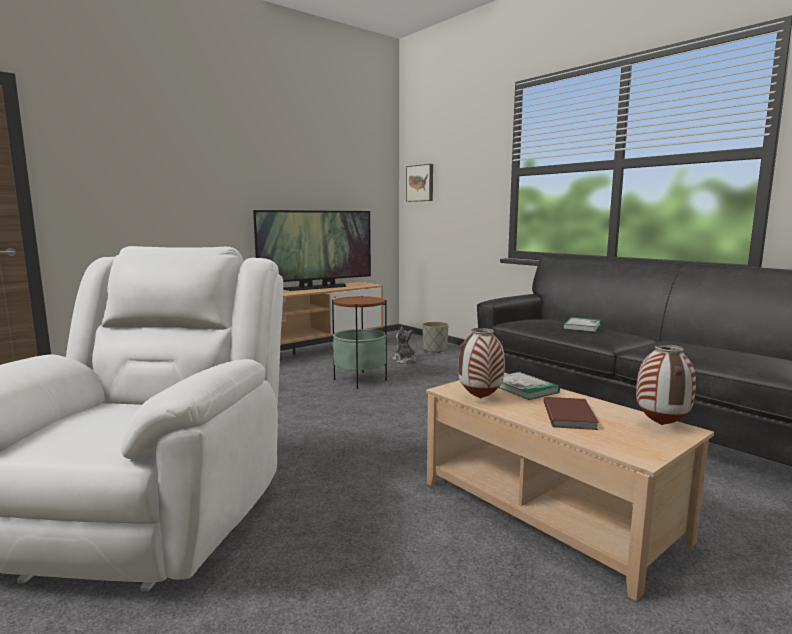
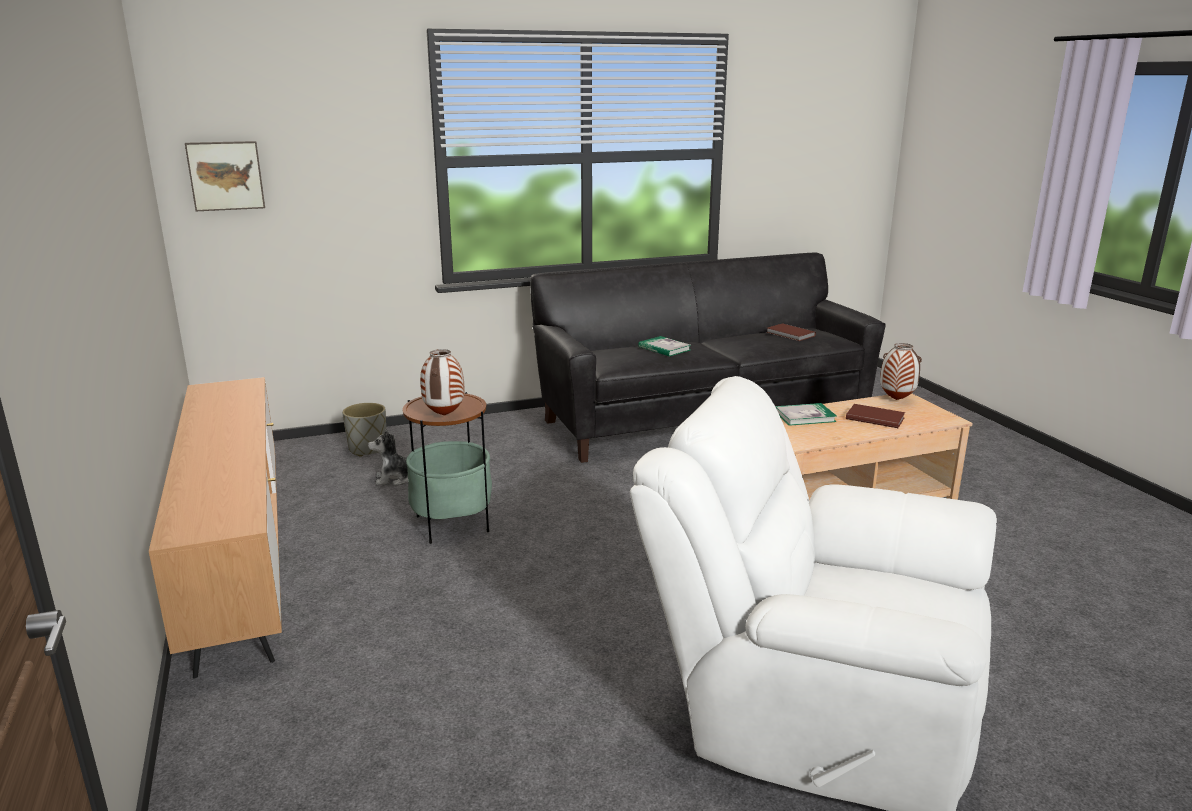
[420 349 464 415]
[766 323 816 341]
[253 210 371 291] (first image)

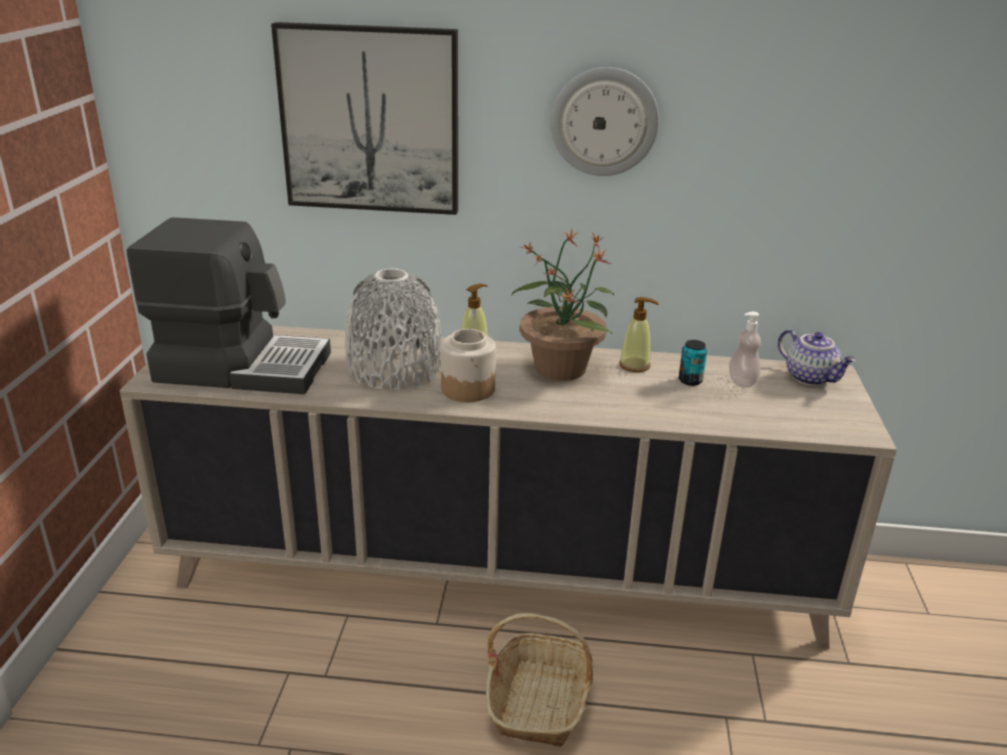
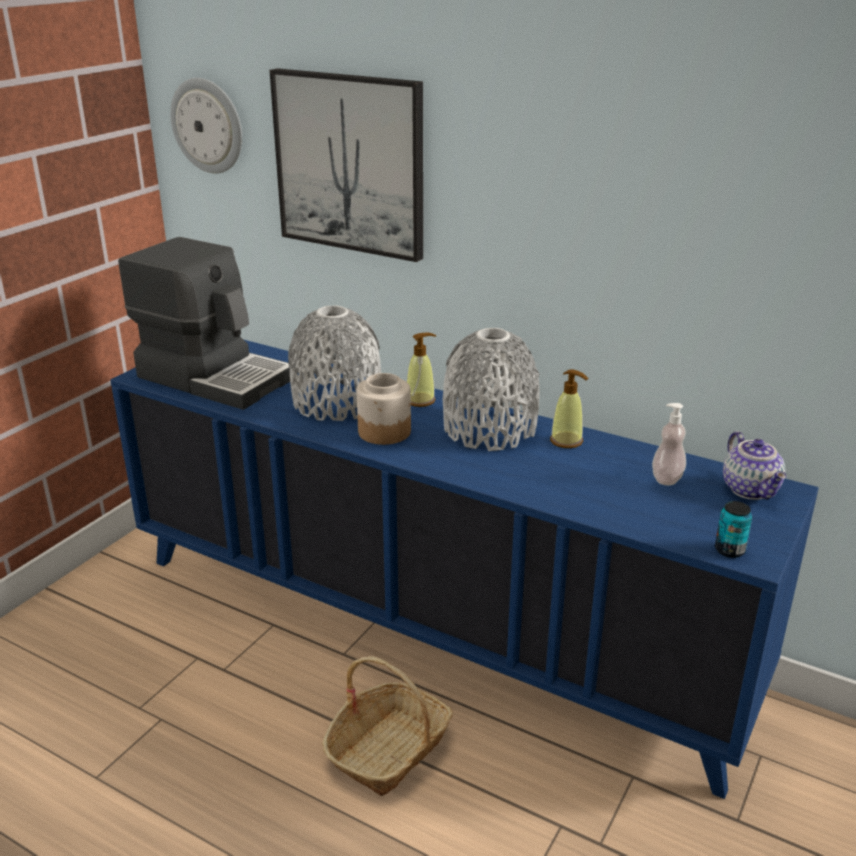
[110 339 819 799]
[170 78 242 173]
[443 328 540 451]
[715 501 752 558]

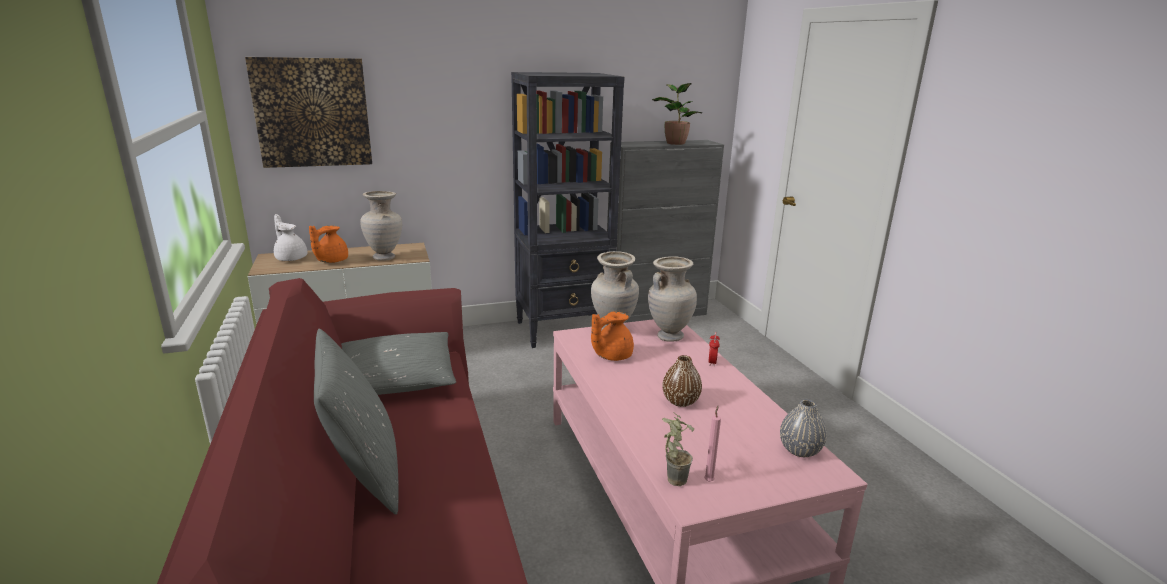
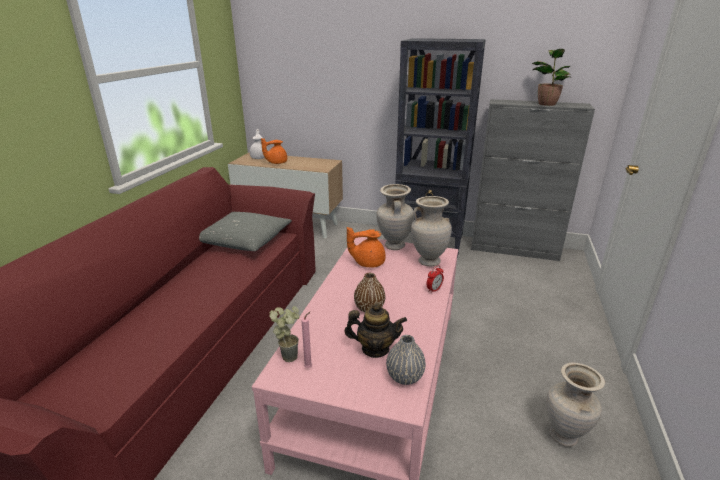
[344 303 407 358]
[546 363 605 447]
[245 57 372 168] (first image)
[314 329 399 515] (first image)

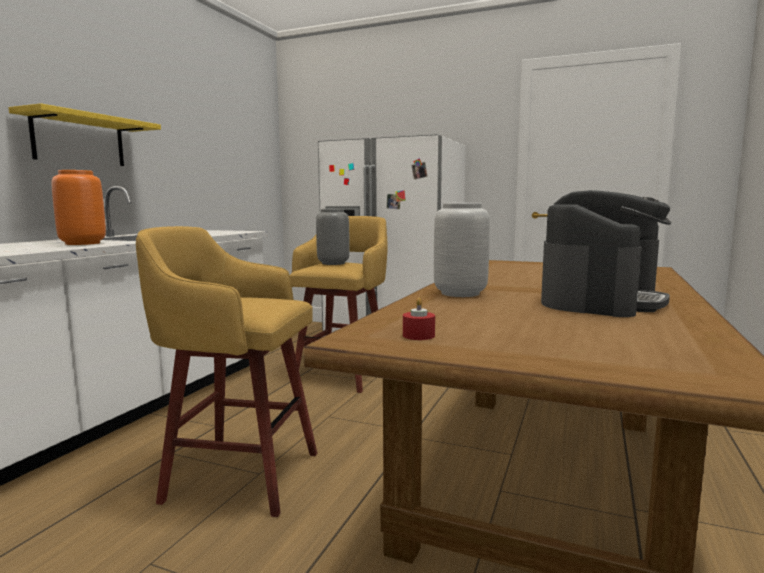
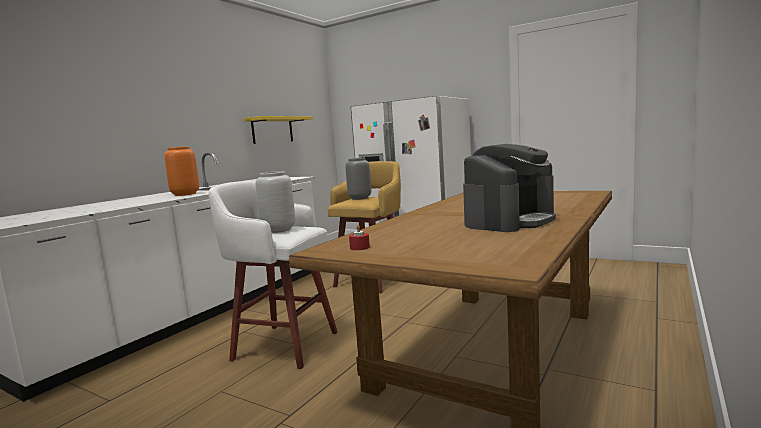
[209 181 338 369]
[243 116 313 144]
[256 171 295 233]

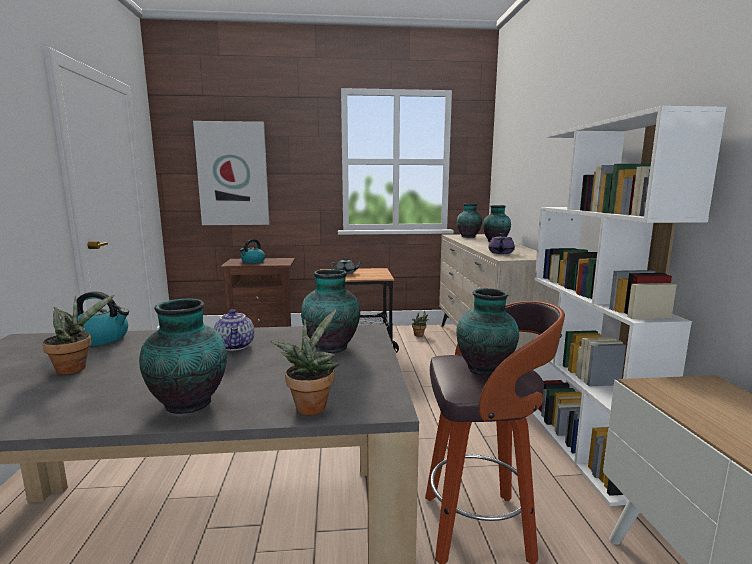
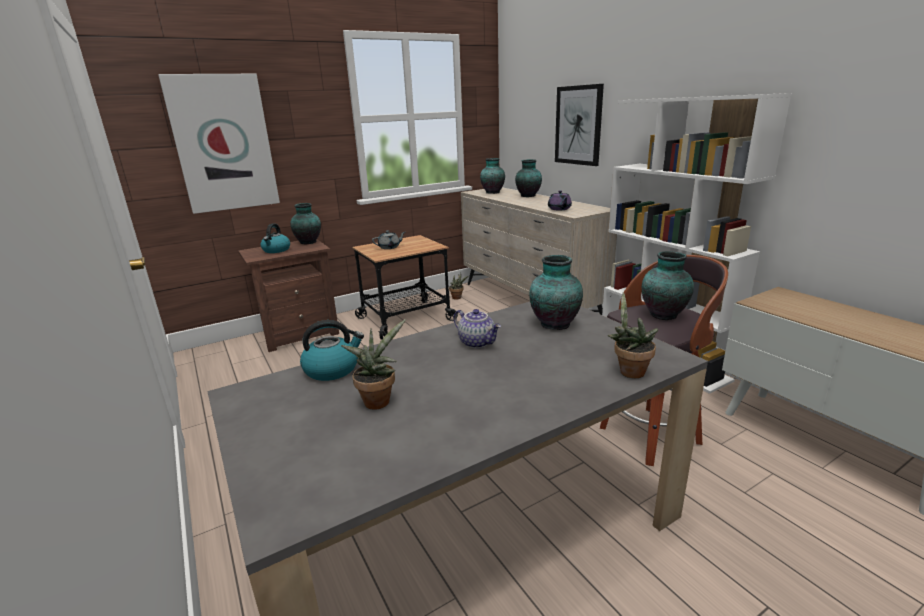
[290 203 321 244]
[555 84 604 166]

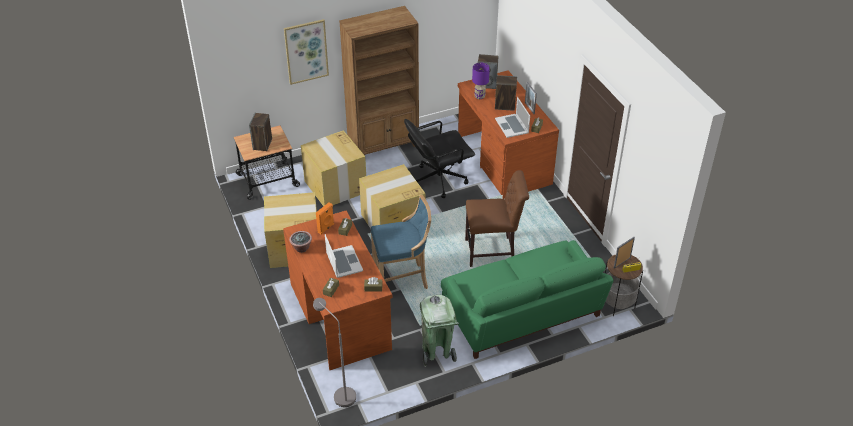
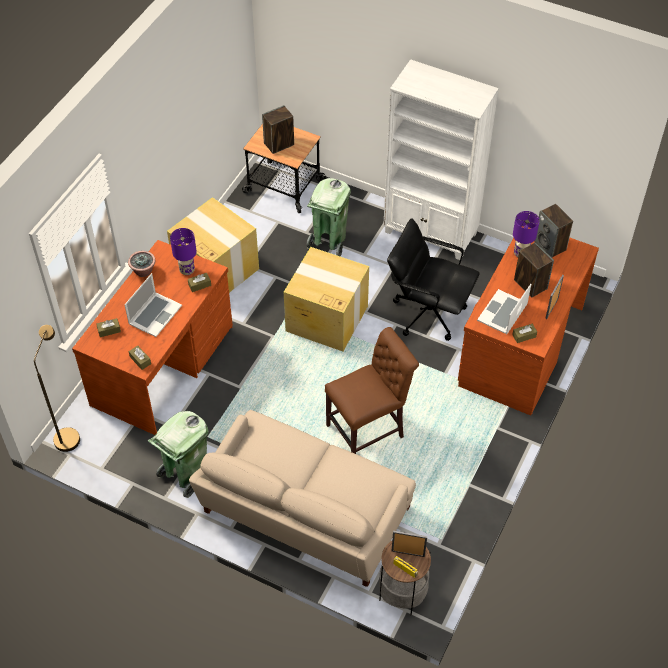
[34 325 80 452]
[170 228 197 275]
[189 410 416 587]
[306 178 351 256]
[325 327 419 454]
[383 59 499 260]
[284 19 329 85] (first image)
[371 195 431 289] (first image)

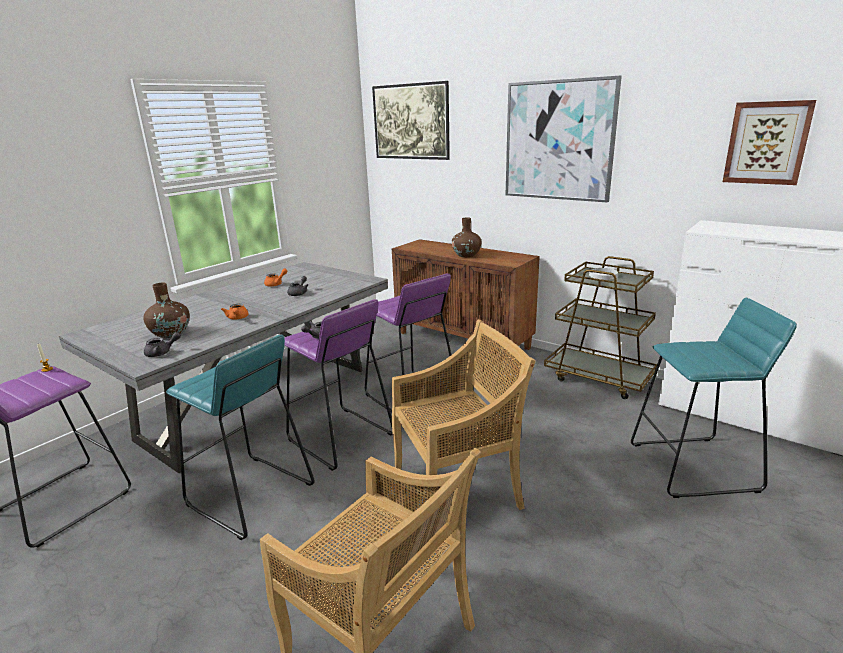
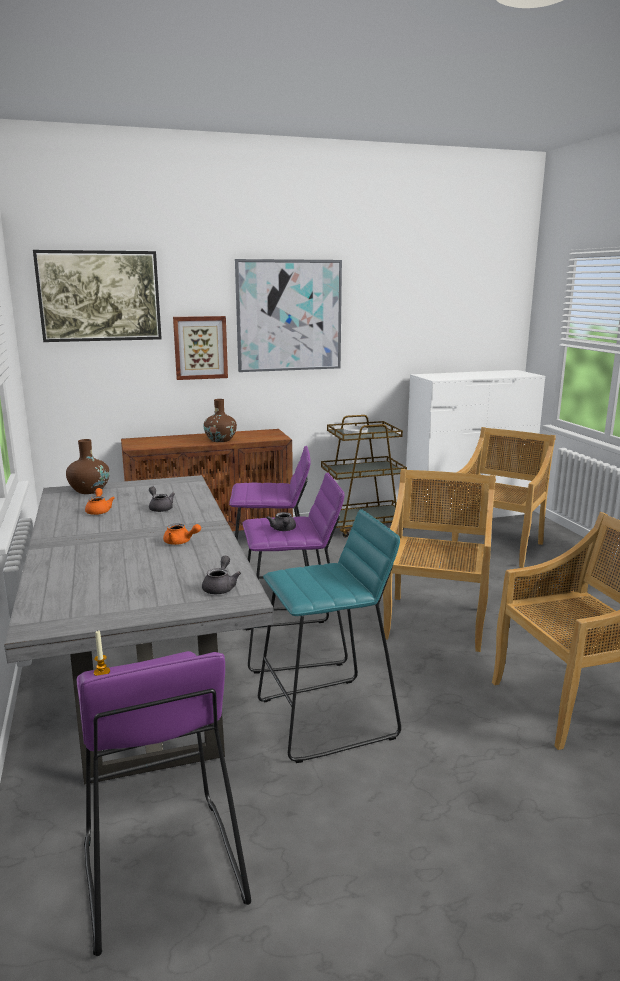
[66 439 110 494]
[173 316 228 380]
[452 427 556 568]

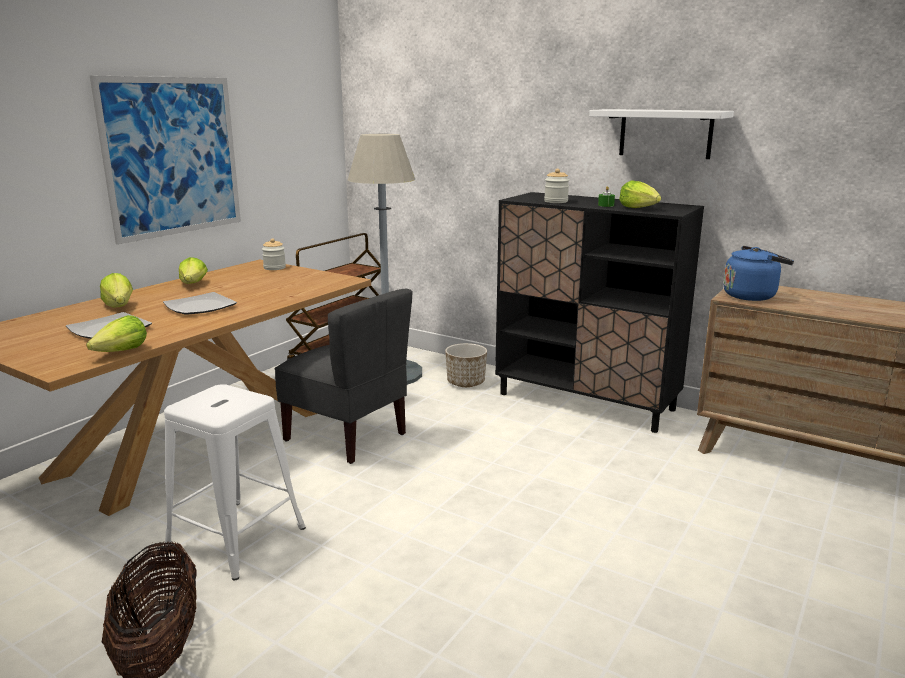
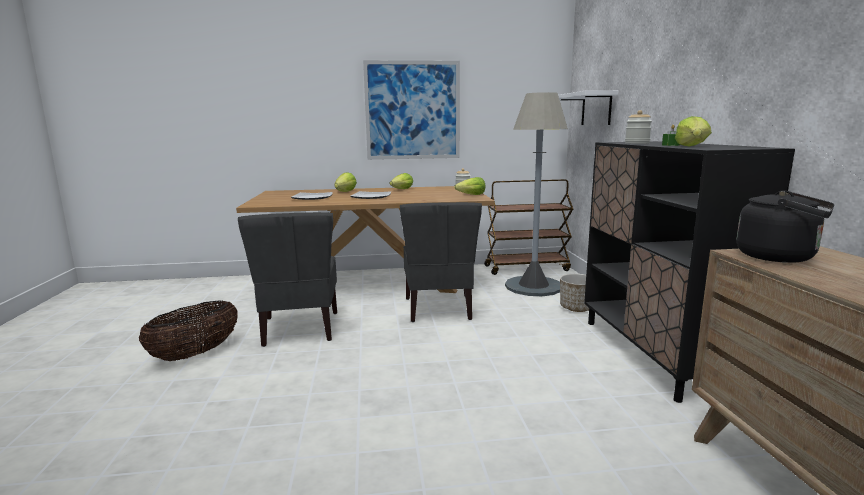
[238 212 337 347]
[454 177 485 195]
[558 90 619 125]
[736 190 834 263]

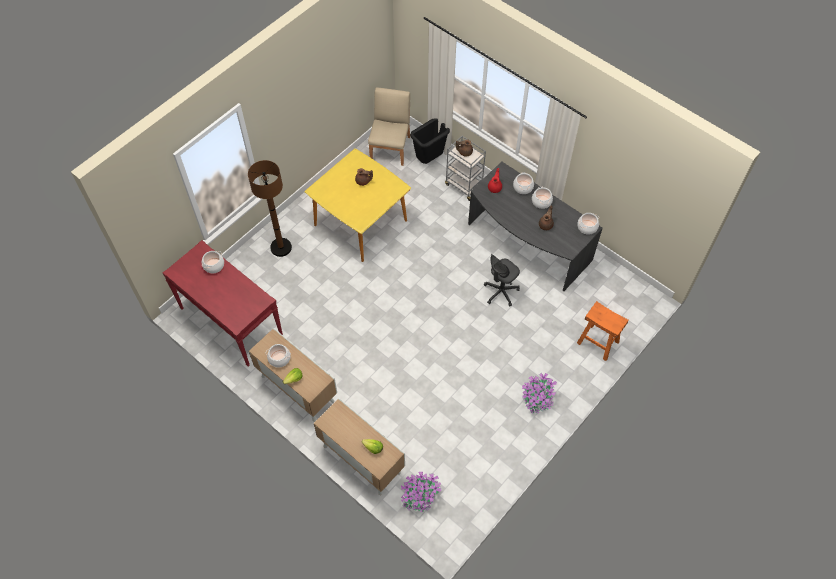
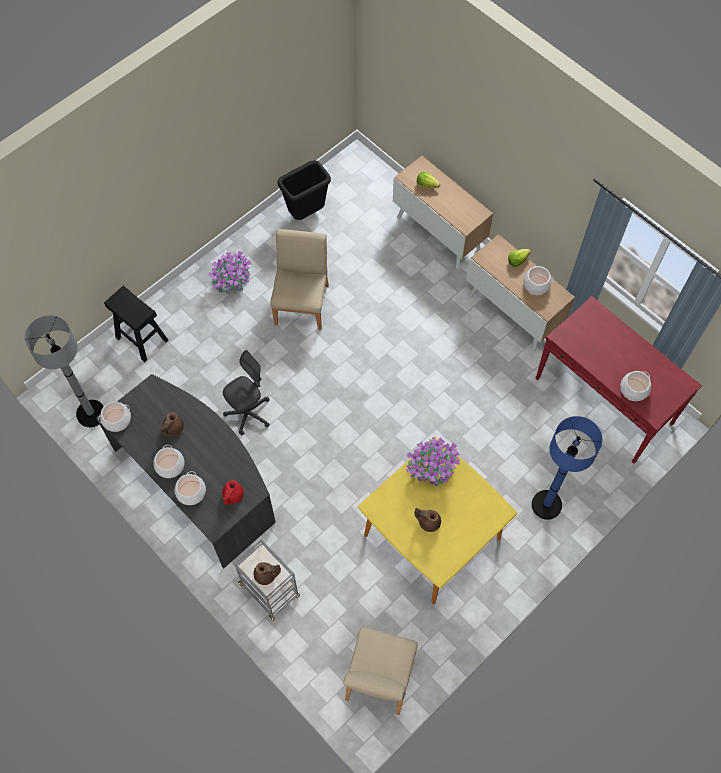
[25 315 104 427]
[104 285 169 362]
[270 229 329 331]
[278 160 331 220]
[406 437 460 486]
[532 416 602 520]

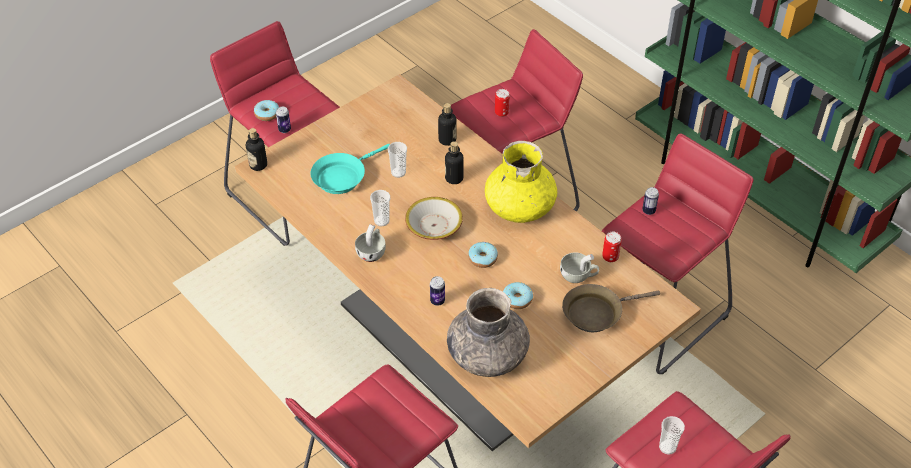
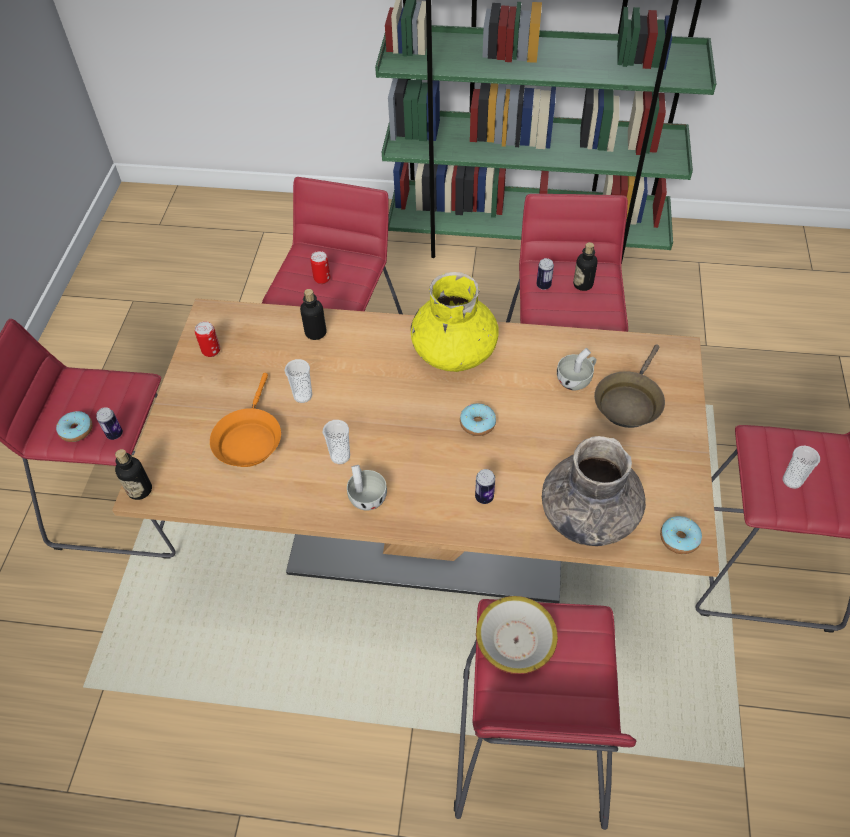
[195 321 220 357]
[210 373 281 467]
[476 596 558 674]
[573 242 598 291]
[660 516 702 554]

